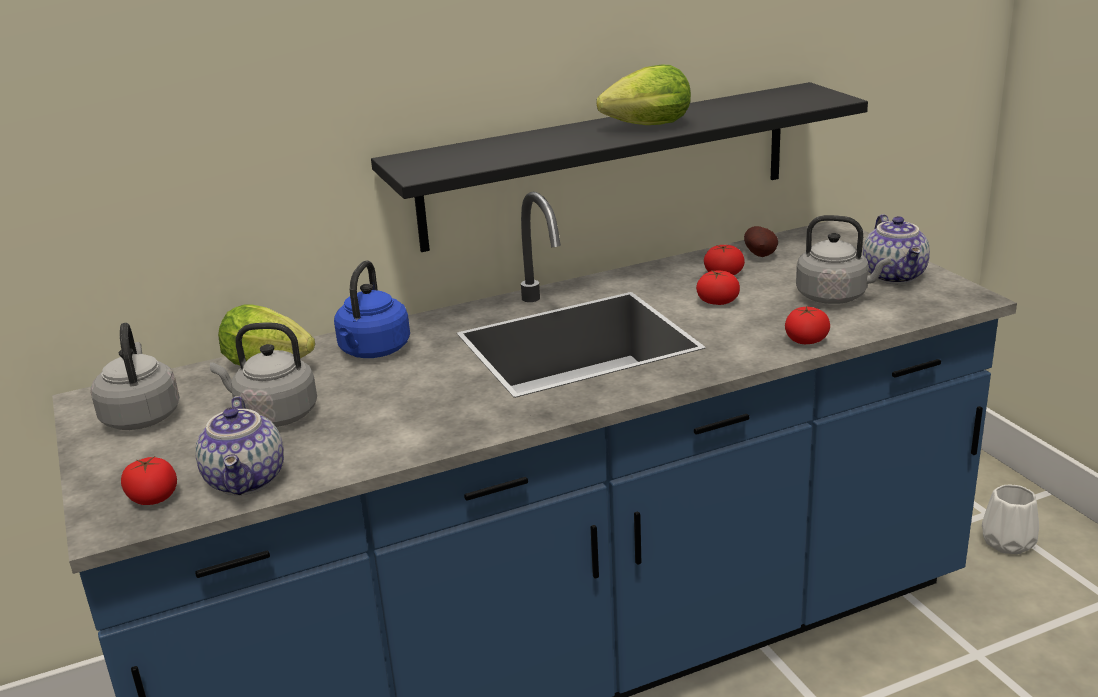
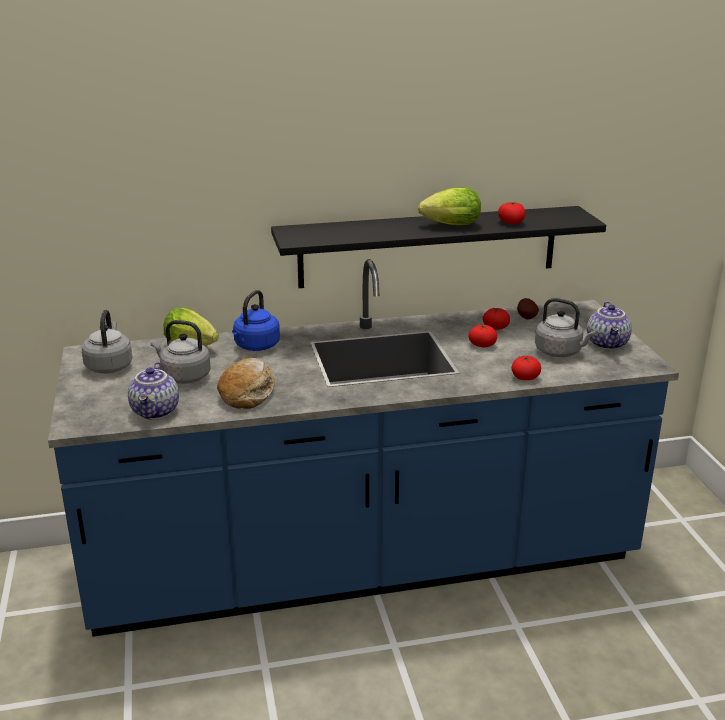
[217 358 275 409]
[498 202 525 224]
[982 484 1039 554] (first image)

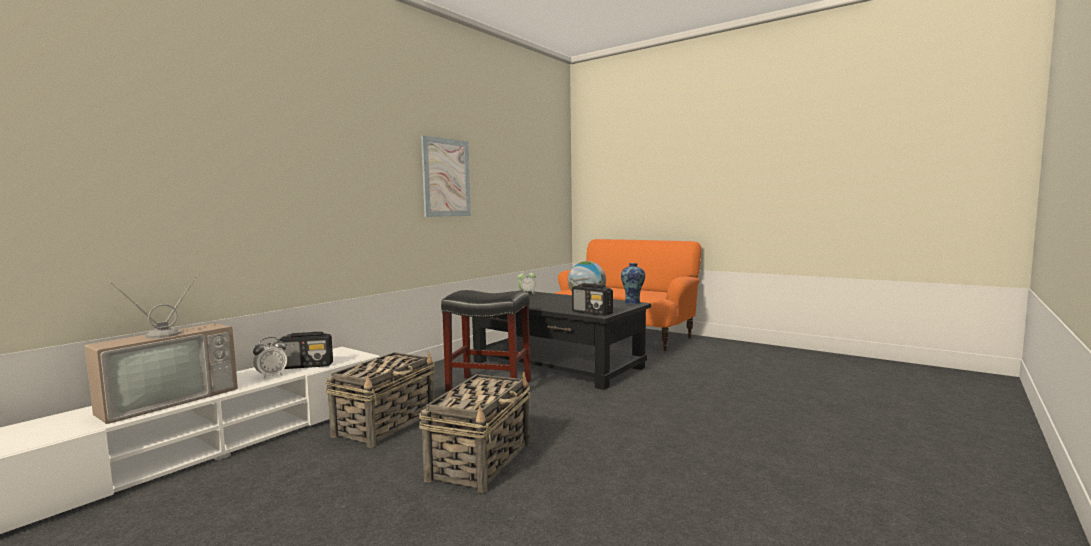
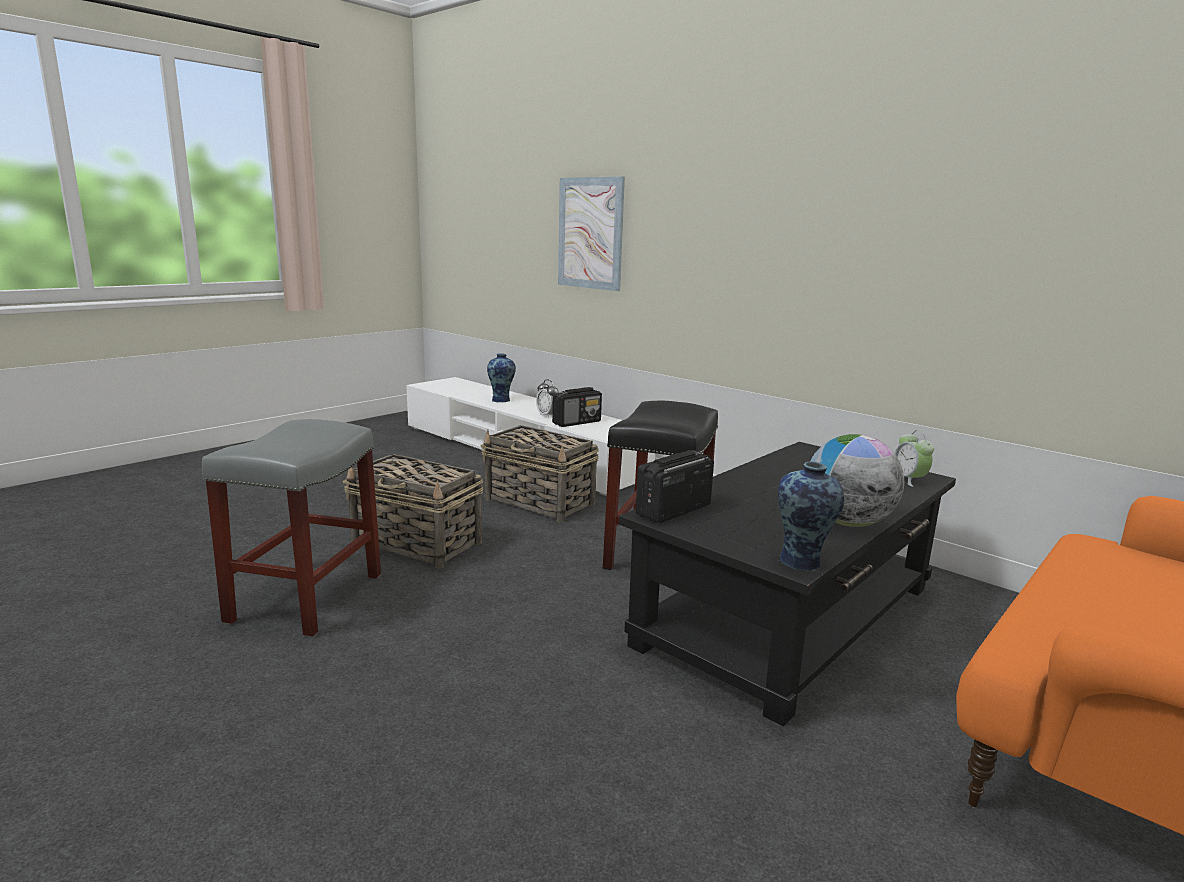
[202 419 381 638]
[487 353 516 402]
[552 387 602 427]
[558 177 625 291]

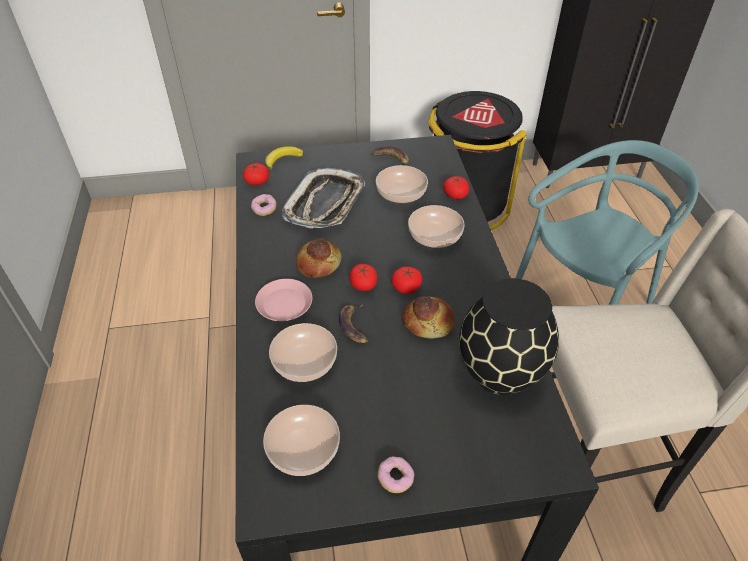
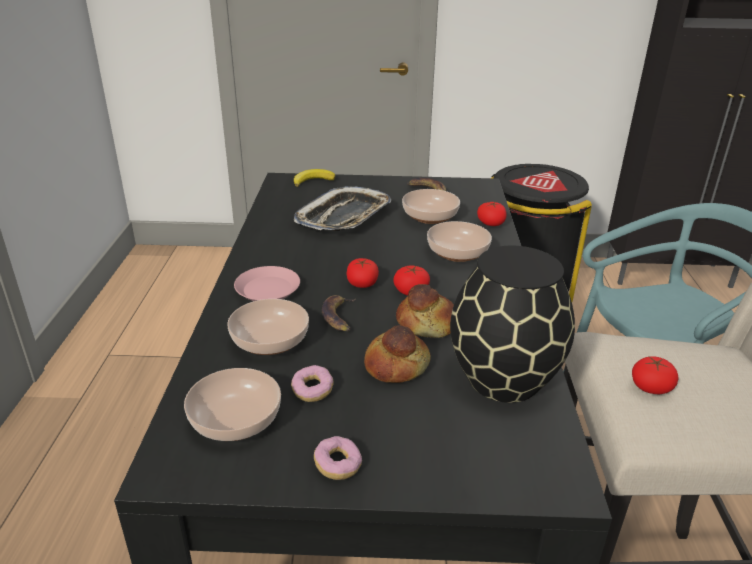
[291 365 334 402]
[364 325 431 383]
[632 356 678 394]

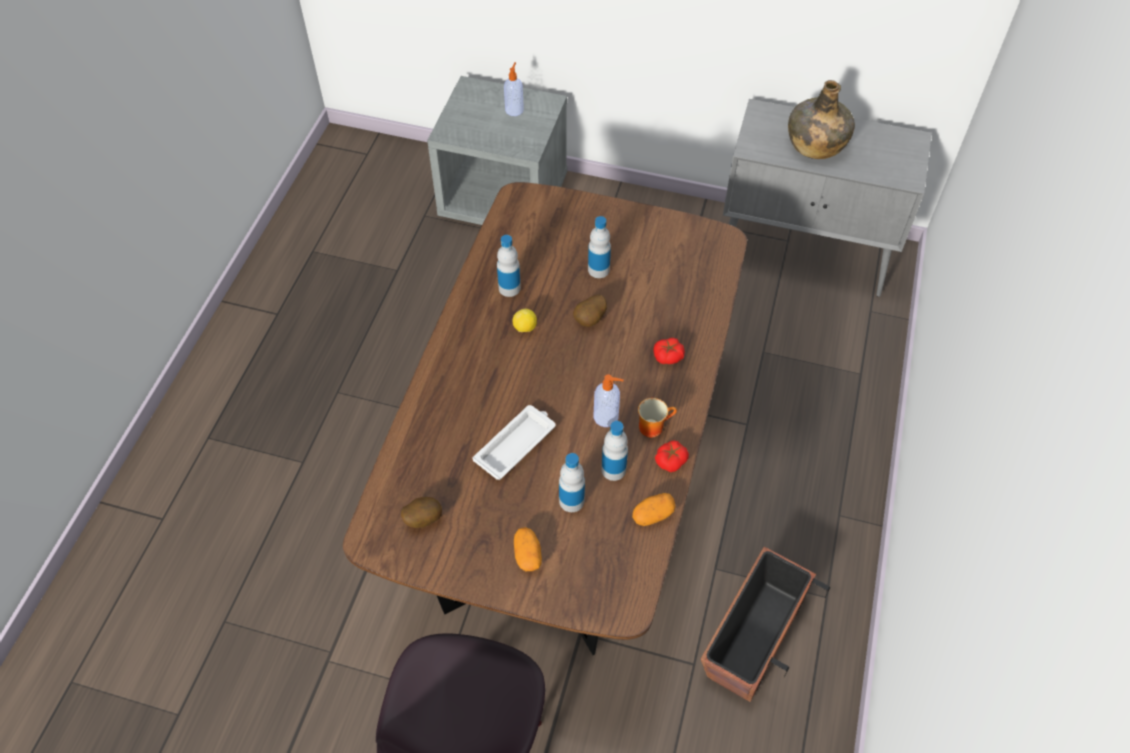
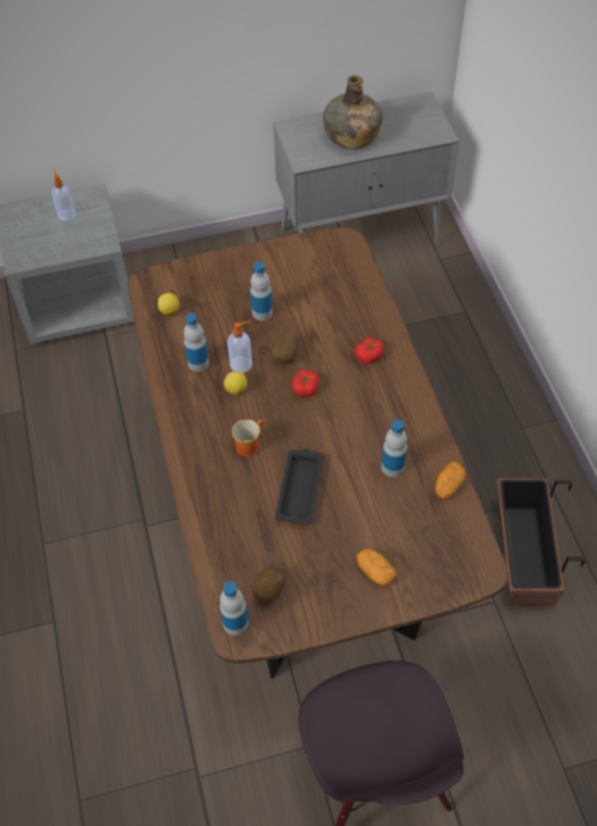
[158 293 180 315]
[220 581 248 636]
[227 321 252 373]
[232 419 264 457]
[275 449 324 525]
[292 369 319 397]

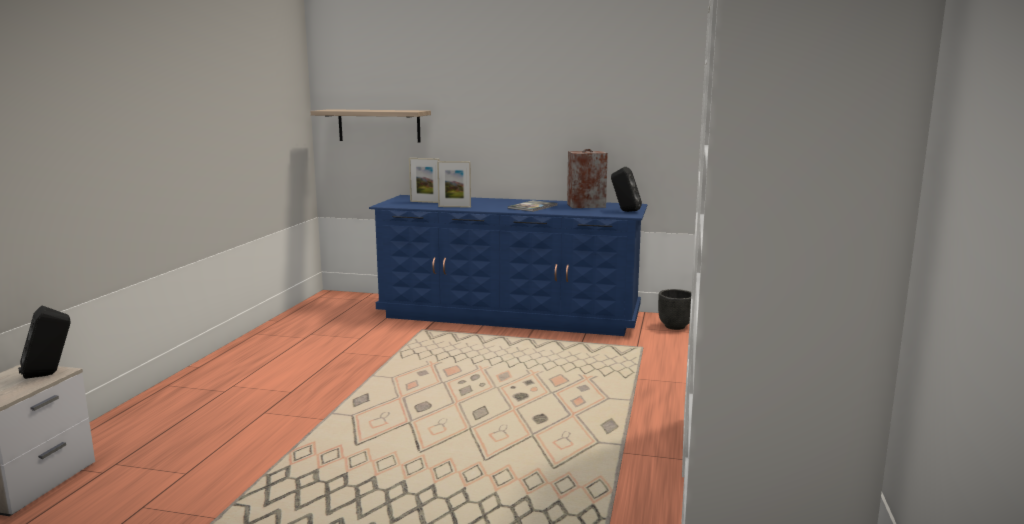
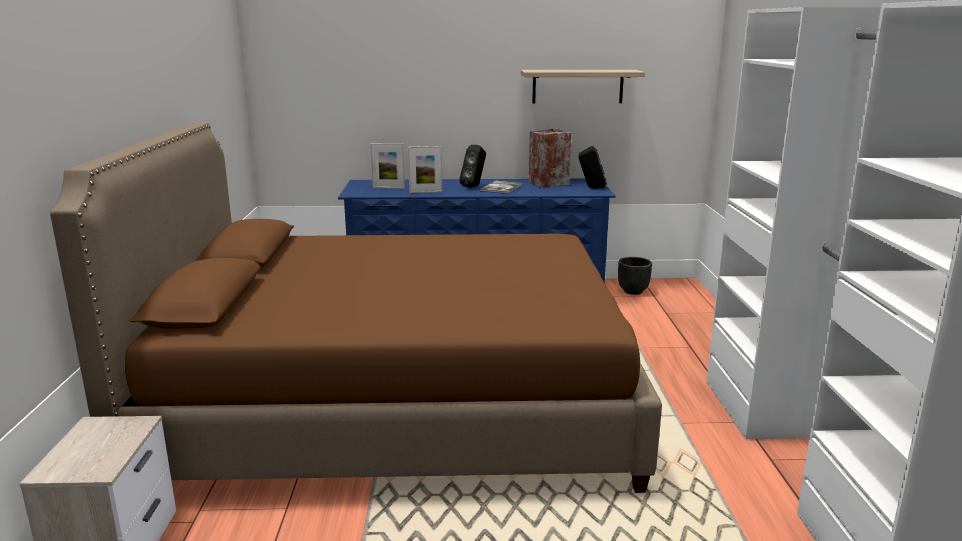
[50 122 662 493]
[459 145 486 187]
[521 70 645 104]

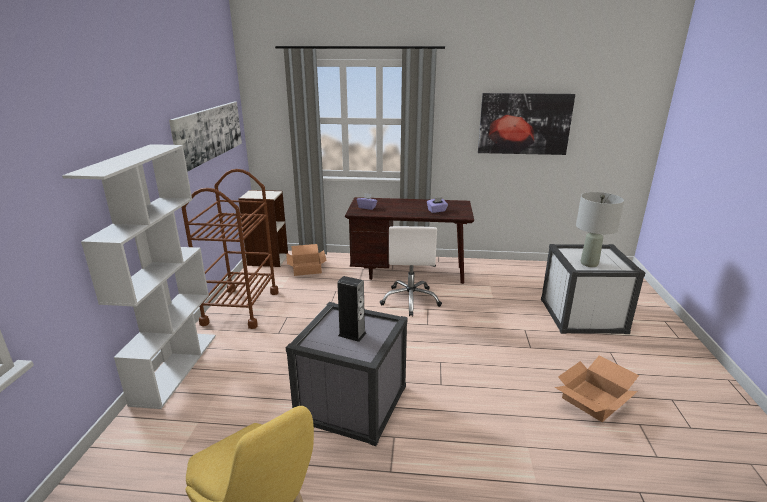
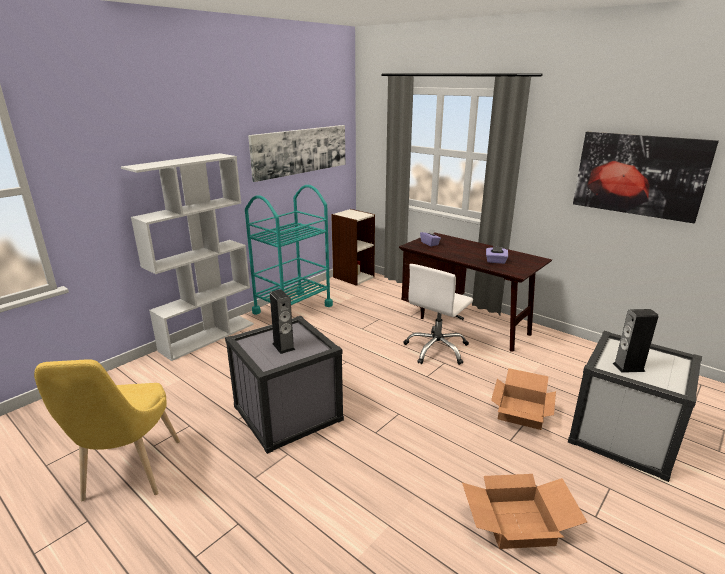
[245 185 333 315]
[491 368 556 430]
[613 309 659 373]

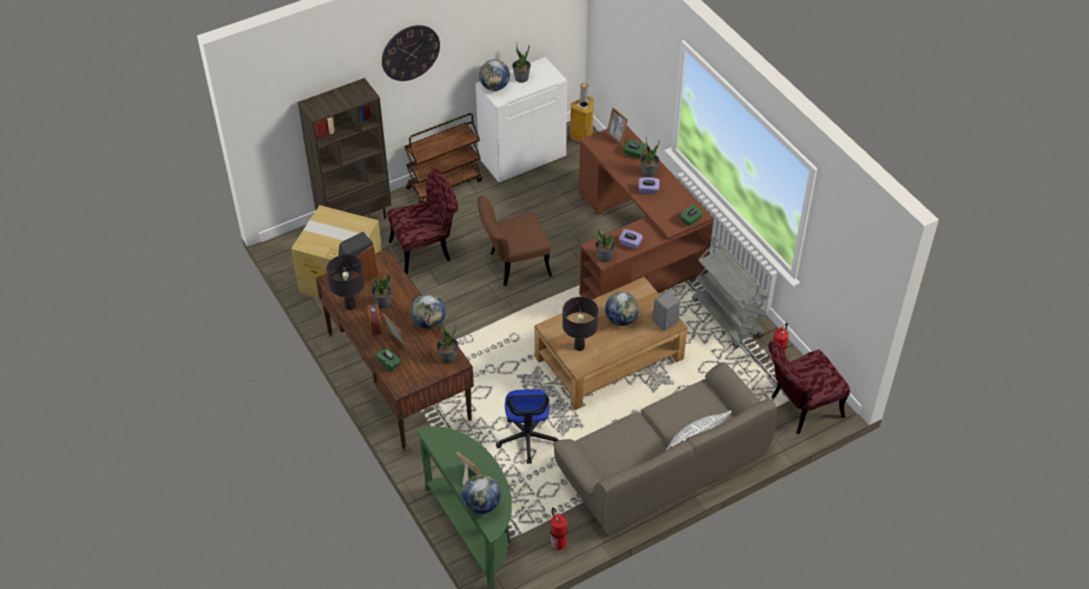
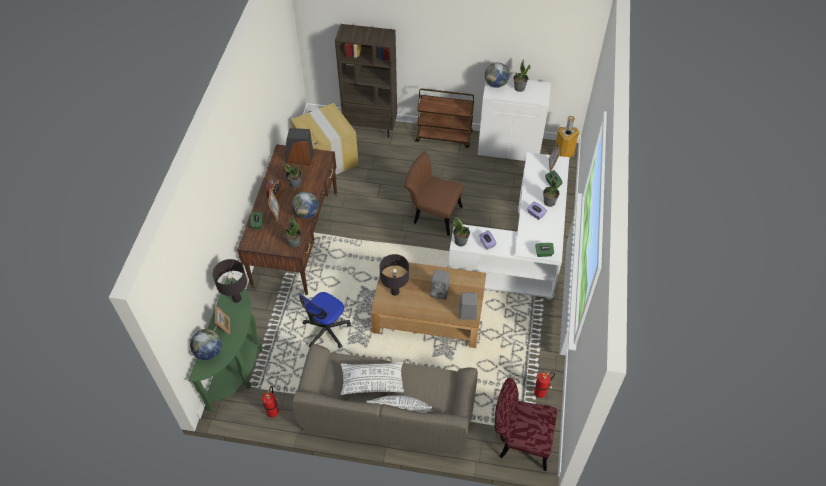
[212 259 247 303]
[340 361 404 395]
[430 270 449 300]
[449 152 569 299]
[382 25 440 81] (first image)
[388 169 458 275] (first image)
[692 236 769 348] (first image)

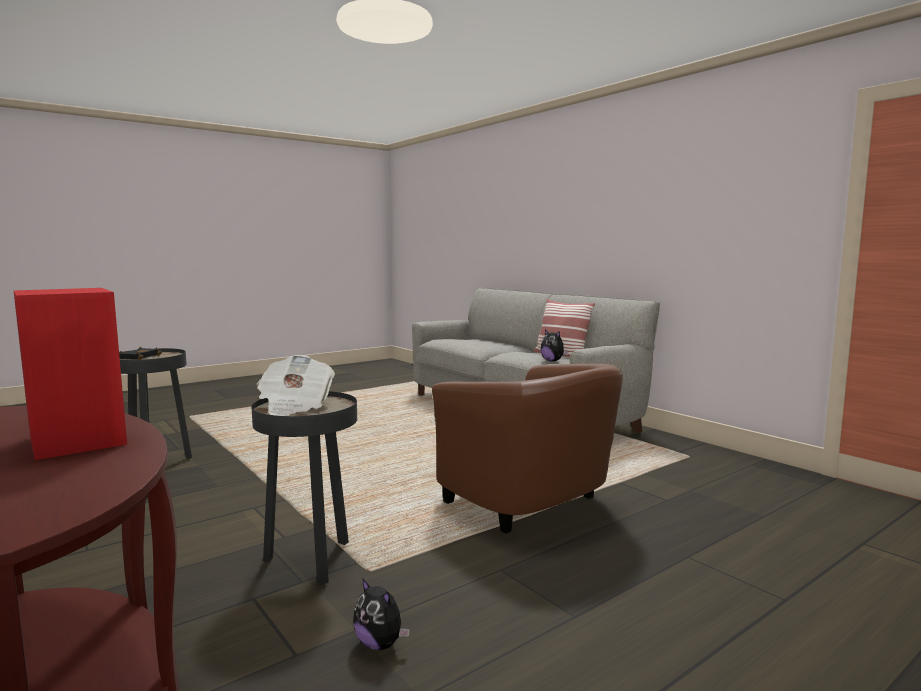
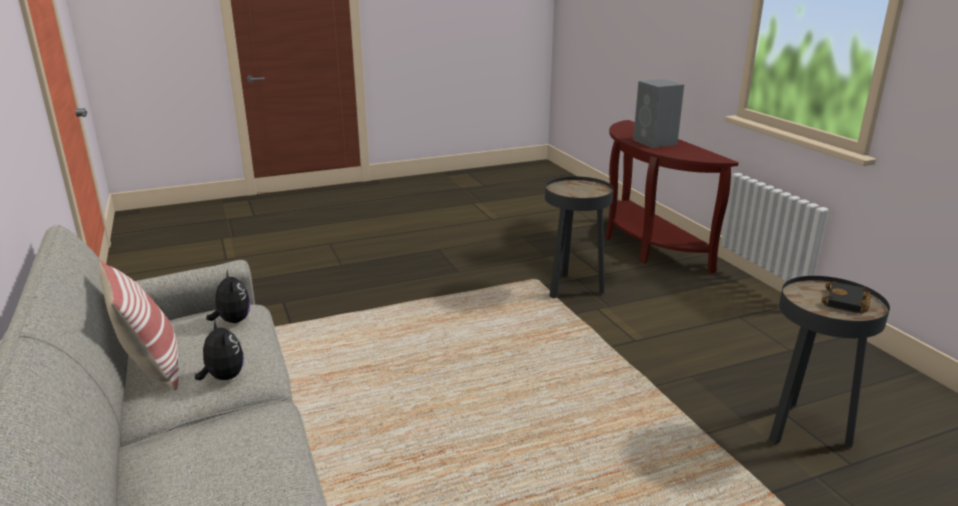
[195 320 244 380]
[633 79 684 148]
[257 355 335 416] (first image)
[432 364 623 534] (first image)

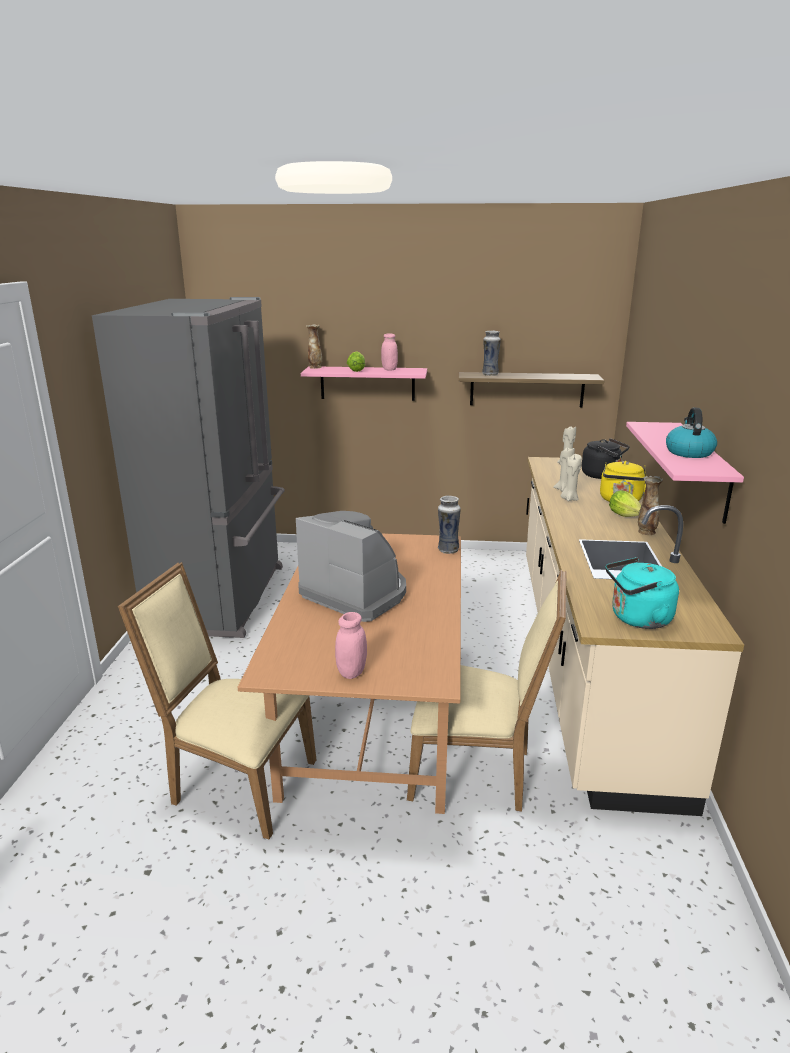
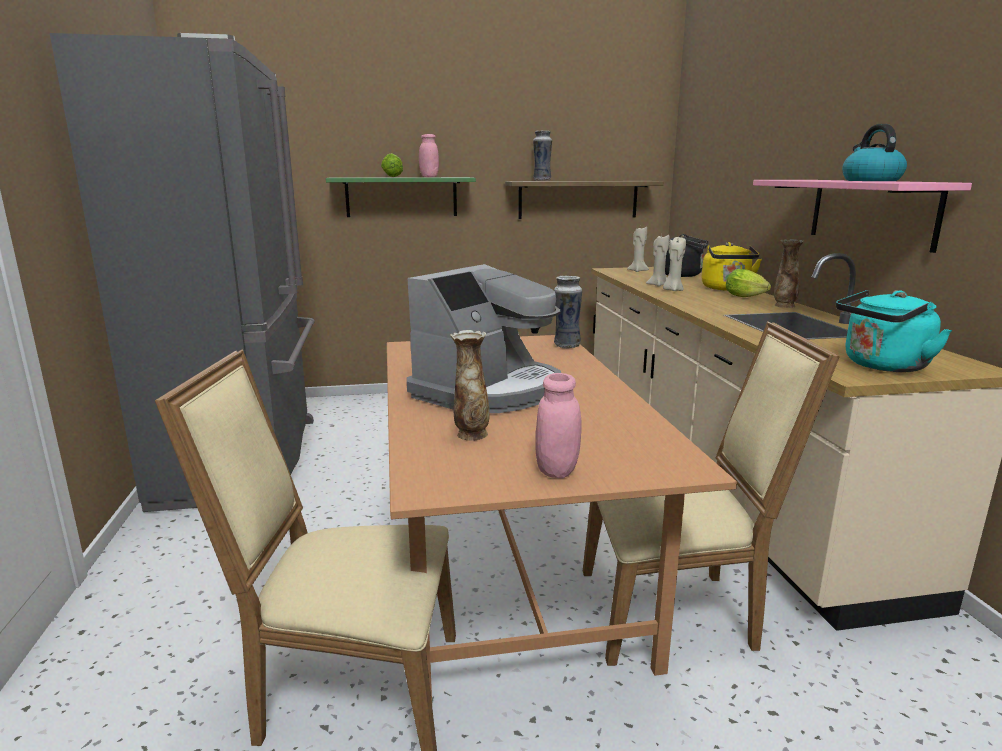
[326 177 476 217]
[407 264 561 413]
[450 330 490 441]

